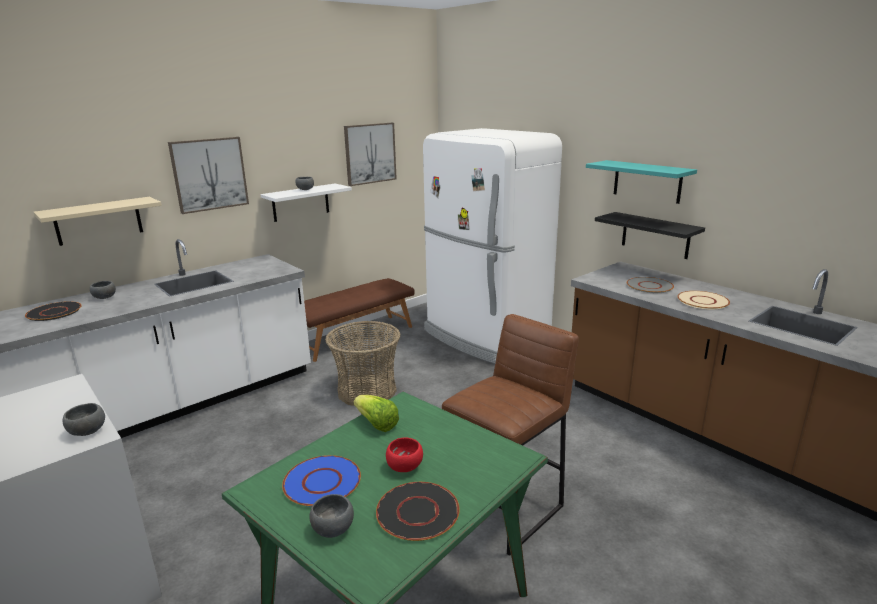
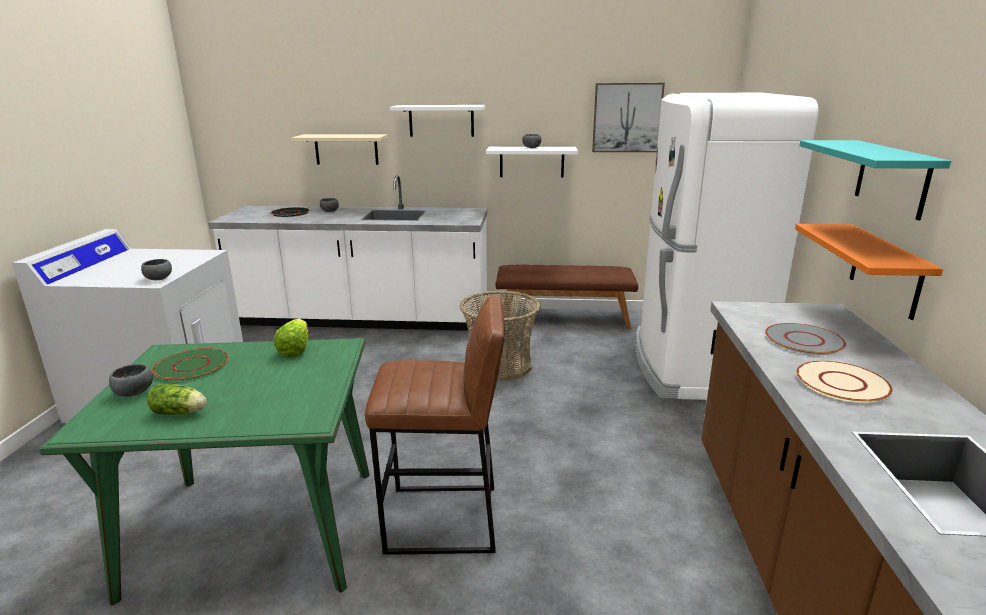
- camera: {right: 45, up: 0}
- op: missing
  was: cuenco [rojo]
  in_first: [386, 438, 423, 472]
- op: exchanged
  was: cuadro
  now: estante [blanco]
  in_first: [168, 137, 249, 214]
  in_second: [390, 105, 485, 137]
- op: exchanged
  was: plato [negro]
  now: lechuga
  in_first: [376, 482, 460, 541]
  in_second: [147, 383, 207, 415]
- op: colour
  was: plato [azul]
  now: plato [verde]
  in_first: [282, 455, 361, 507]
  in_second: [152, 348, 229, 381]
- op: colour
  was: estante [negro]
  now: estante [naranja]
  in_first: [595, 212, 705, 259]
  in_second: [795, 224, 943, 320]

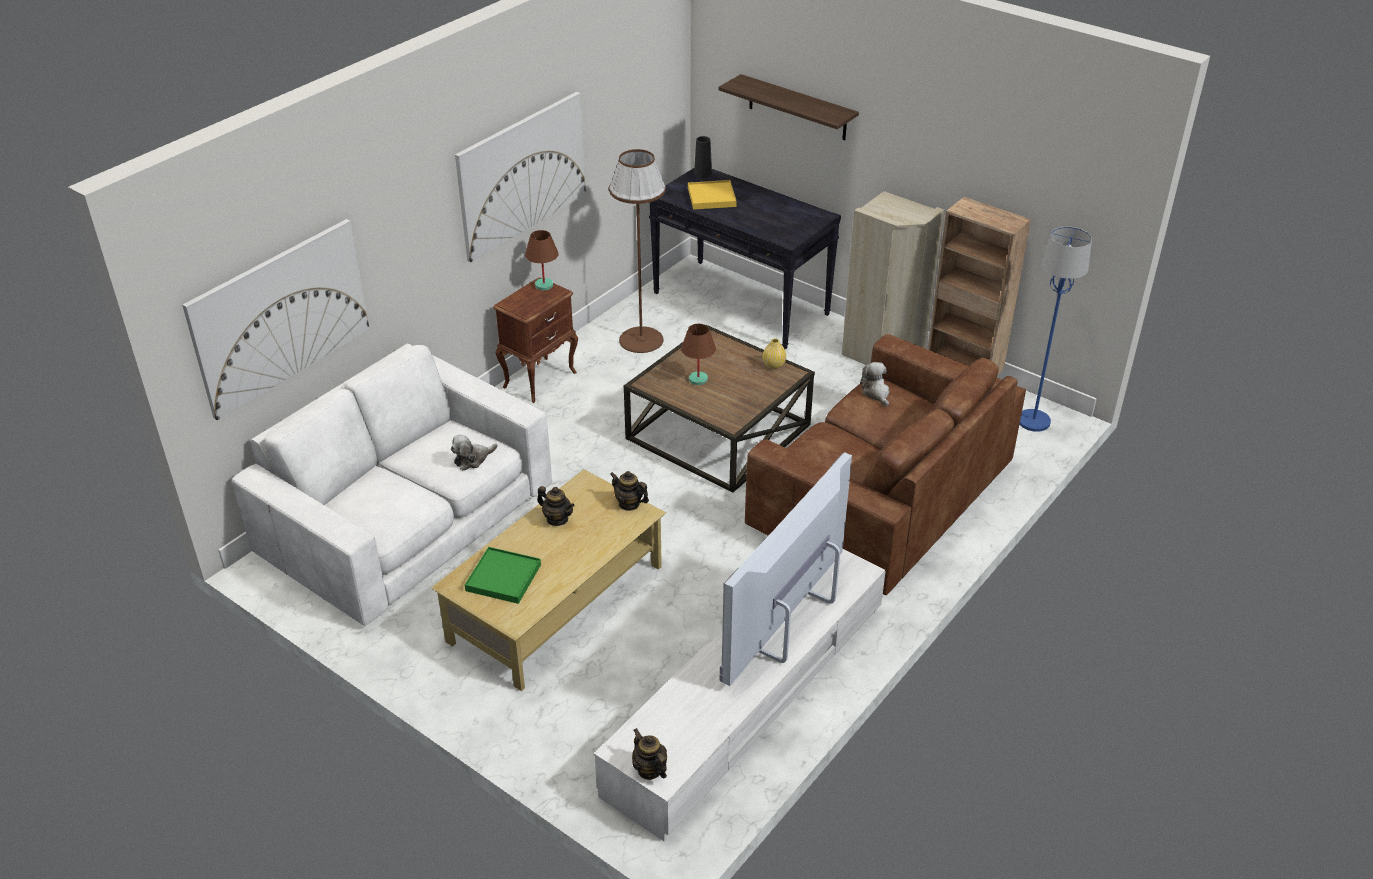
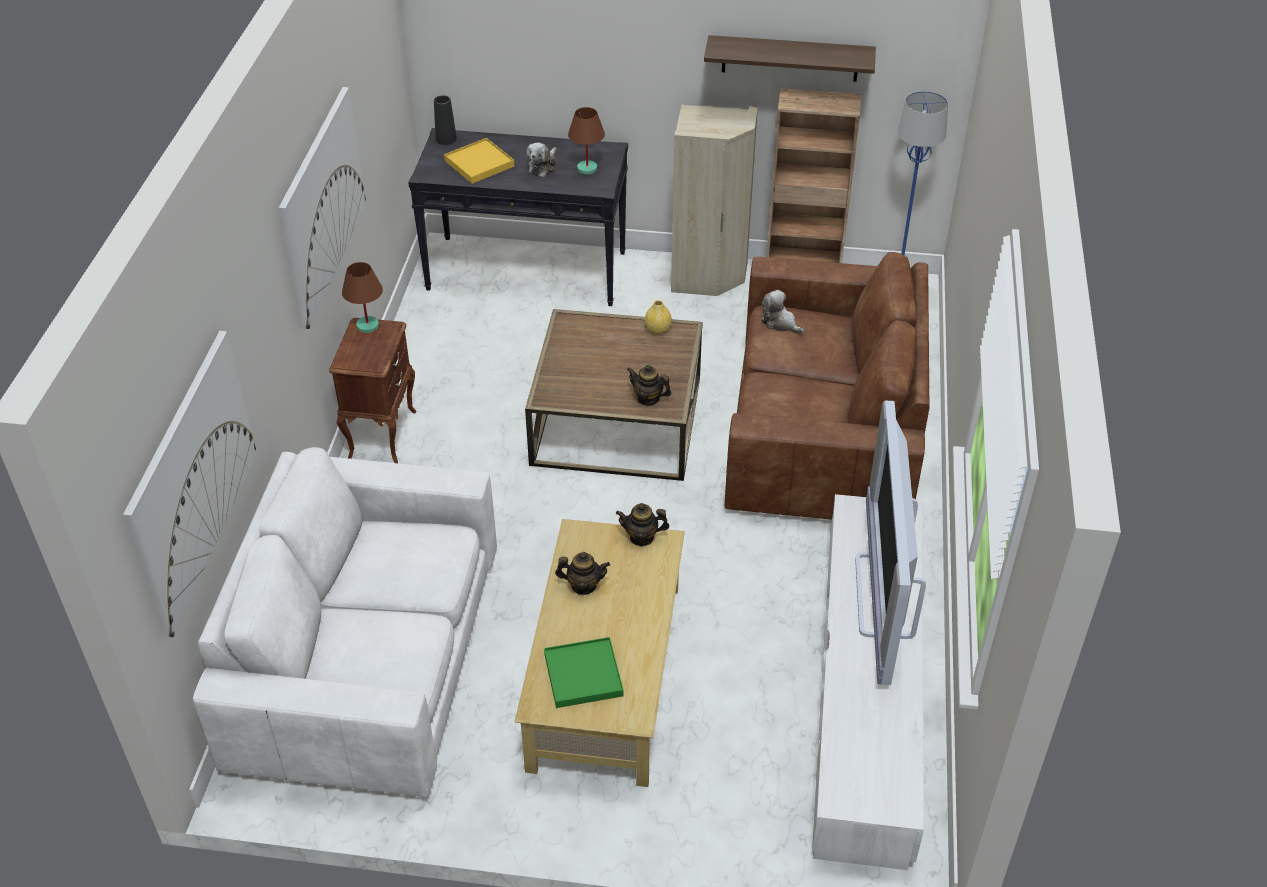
- camera: {right: -30, up: 5}
- op: missing
  was: lámpara de pie [marrón]
  in_first: [609, 149, 666, 353]
- op: relocated
  was: peluche
  in_first: [451, 435, 498, 471]
  in_second: [527, 143, 557, 177]
- op: relocated
  was: tetera
  in_first: [632, 728, 667, 780]
  in_second: [627, 365, 672, 406]
- op: relocated
  was: lámpara de mesa [marrón]
  in_first: [681, 324, 716, 385]
  in_second: [568, 107, 605, 174]
- op: relocated
  was: estante
  in_first: [718, 74, 859, 140]
  in_second: [704, 35, 876, 82]

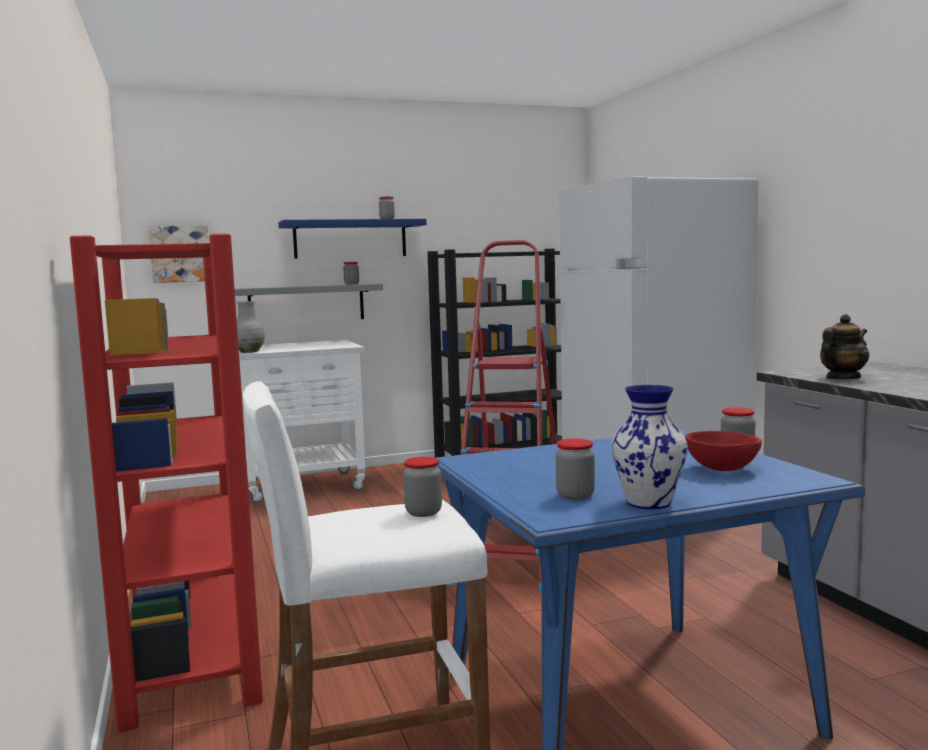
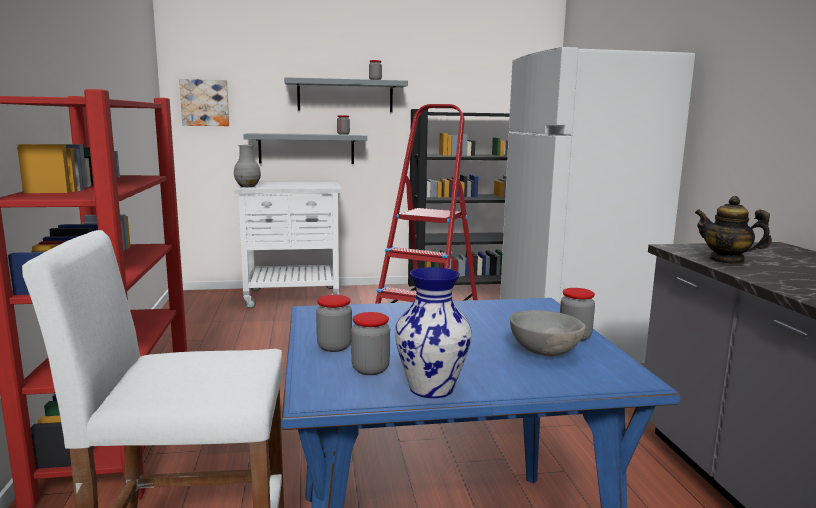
- camera: {right: 10, up: 5}
- op: relocated
  was: tarro
  in_first: [403, 457, 442, 517]
  in_second: [316, 295, 352, 352]
- op: colour
  was: estante [azul]
  now: estante [gris]
  in_first: [279, 219, 427, 259]
  in_second: [284, 77, 408, 112]
- op: colour
  was: cuenco [rojo]
  now: cuenco [gris]
  in_first: [685, 431, 762, 471]
  in_second: [510, 310, 586, 356]
- op: spun
  was: tetera
  in_first: [820, 314, 869, 379]
  in_second: [695, 196, 772, 264]
  clockwise: -120

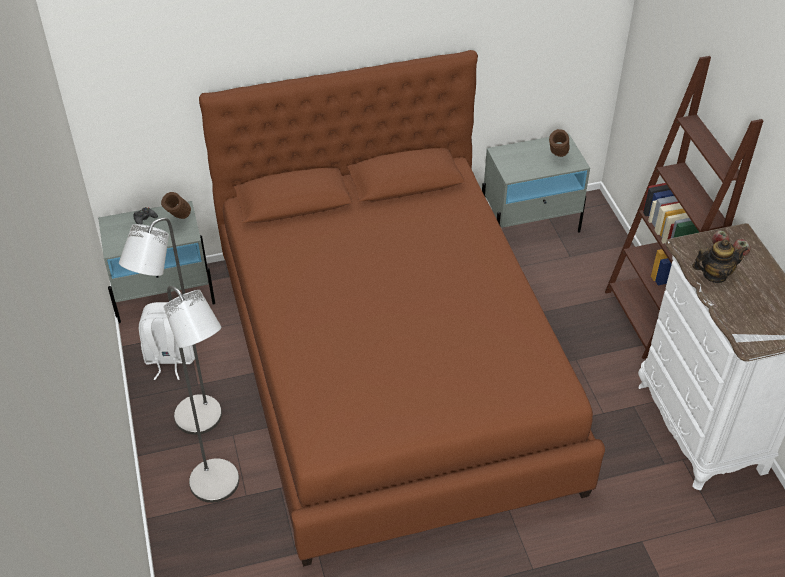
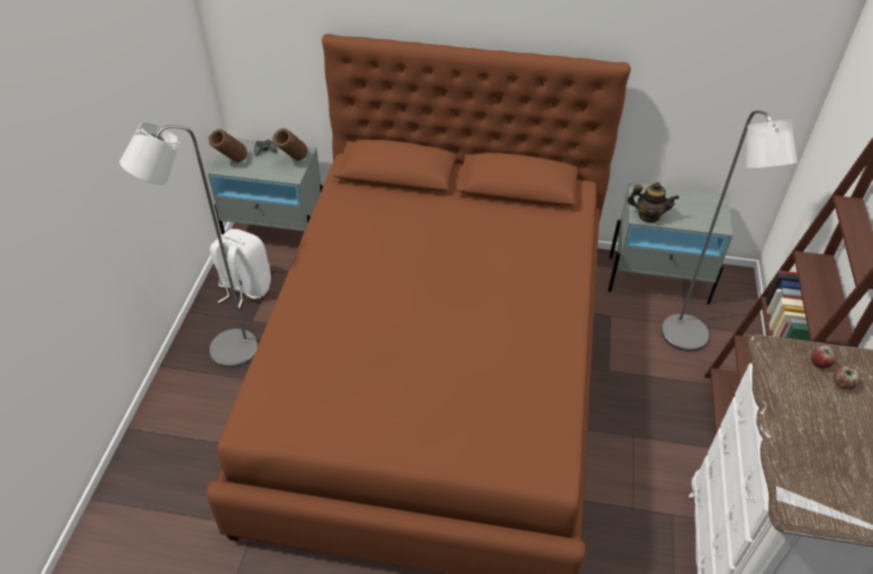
- camera: {right: 25, up: 0}
- op: relocated
  was: lámpara de pie [gris]
  in_first: [164, 286, 239, 503]
  in_second: [661, 111, 797, 352]
- op: relocated
  was: florero [marrón]
  in_first: [549, 129, 570, 157]
  in_second: [209, 129, 247, 162]
- op: relocated
  was: tetera
  in_first: [692, 239, 748, 283]
  in_second: [627, 182, 679, 223]

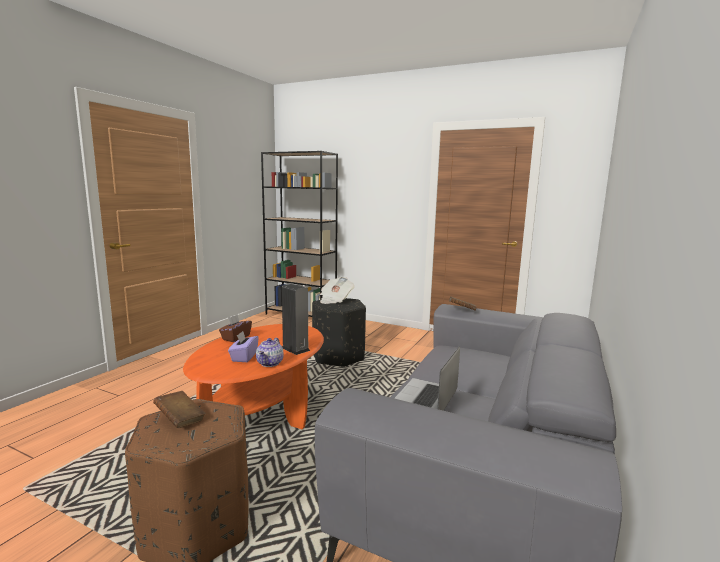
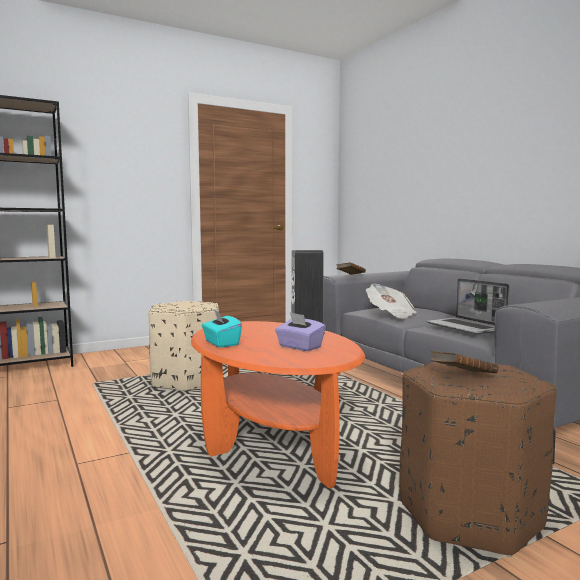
- camera: {right: -55, up: -5}
- op: missing
  was: tetera
  in_first: [256, 338, 284, 367]
- op: relocated
  was: periódico
  in_first: [320, 277, 354, 304]
  in_second: [366, 284, 416, 319]
- op: colour
  was: caja de pañuelos [marrón]
  now: caja de pañuelos [turquesa]
  in_first: [219, 314, 252, 342]
  in_second: [202, 310, 242, 348]
- op: colour
  was: puf [negro]
  now: puf [beis]
  in_first: [312, 298, 366, 367]
  in_second: [148, 301, 219, 391]

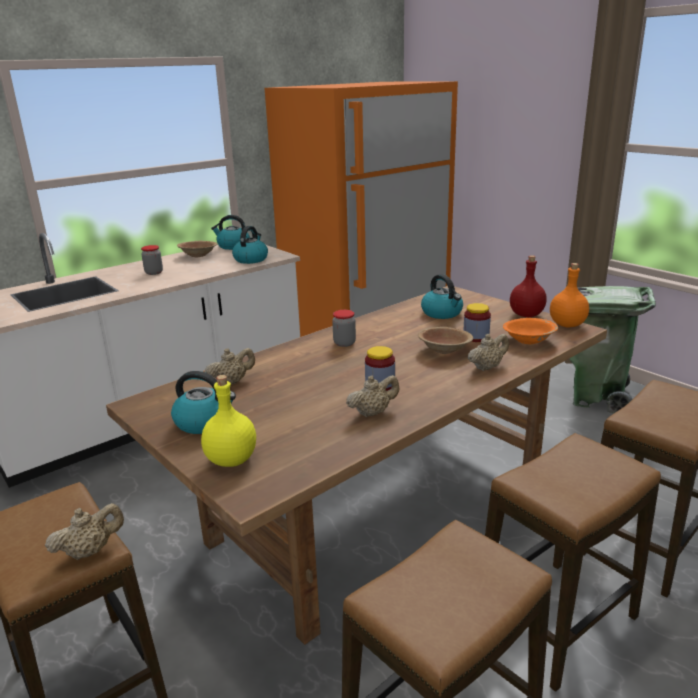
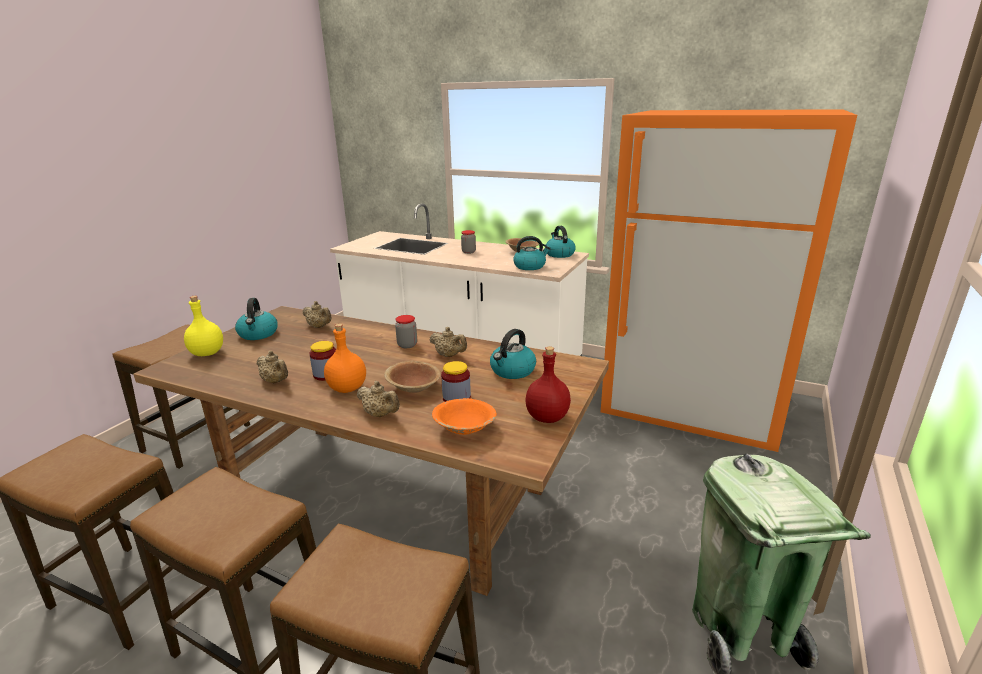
- camera: {right: 65, up: 0}
- op: relocated
  was: tetera [beis]
  in_first: [45, 503, 124, 560]
  in_second: [430, 327, 467, 357]
- op: relocated
  was: botella [naranja]
  in_first: [550, 263, 589, 327]
  in_second: [324, 324, 366, 393]

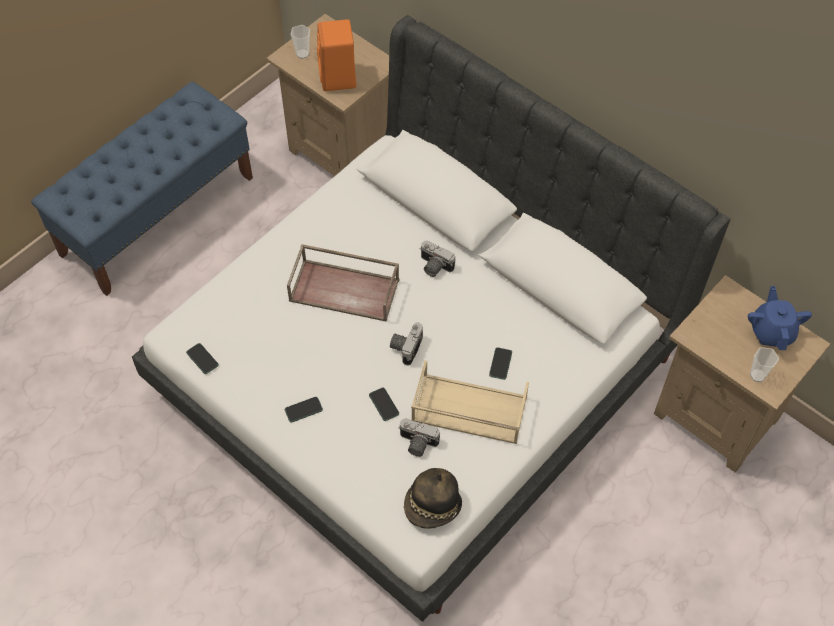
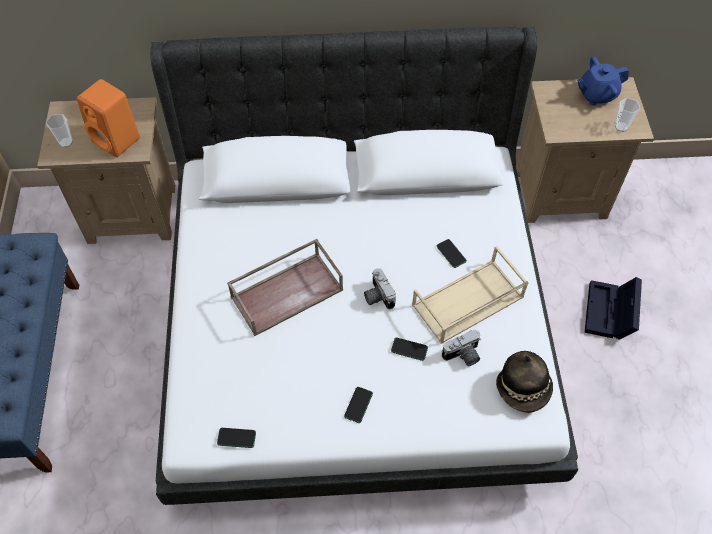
- camera: {right: -45, up: 0}
- op: missing
  was: cámara
  in_first: [419, 241, 456, 277]
- op: appeared
  now: caja de almacenaje [negro]
  in_second: [585, 277, 642, 340]
- op: spun
  was: tetera [azul]
  in_first: [748, 286, 812, 350]
  in_second: [577, 56, 629, 105]
  clockwise: -60

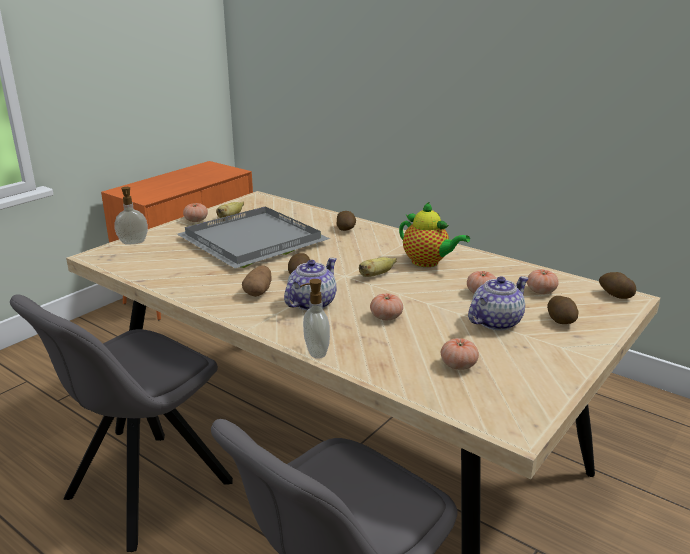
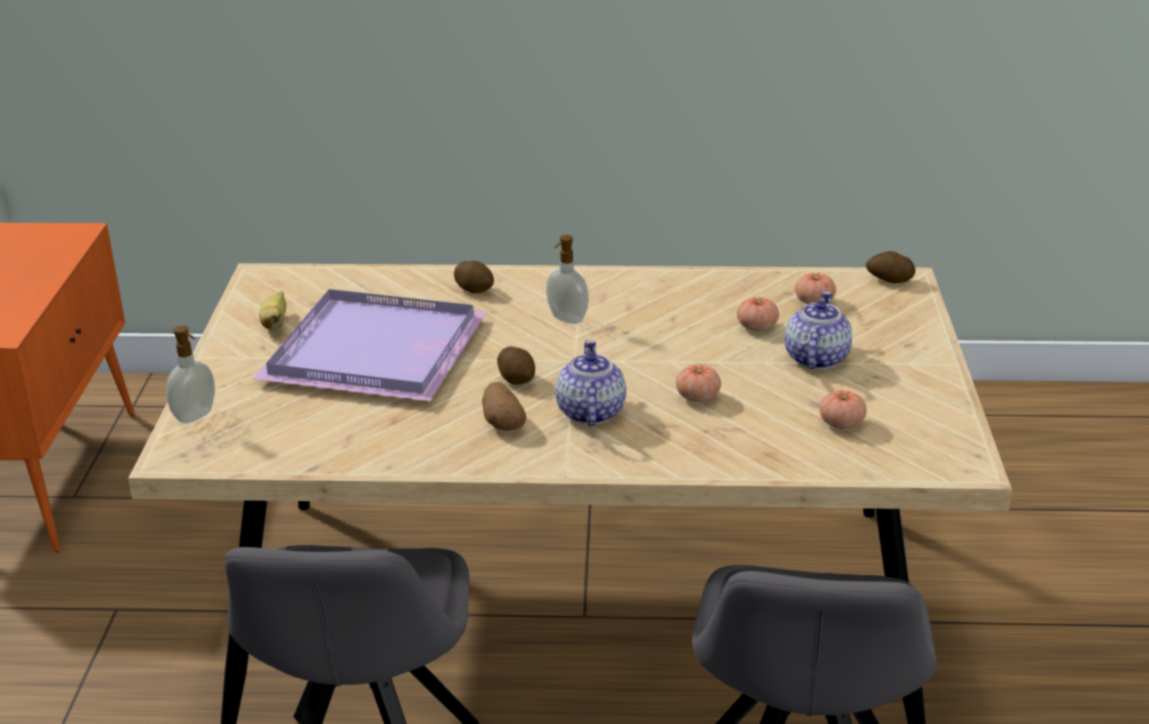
- camera: {right: -35, up: 5}
- op: missing
  was: tomate
  in_first: [183, 203, 208, 222]
- op: missing
  was: plátano
  in_first: [359, 257, 397, 277]
- op: missing
  was: tetera
  in_first: [399, 202, 470, 267]
- op: missing
  was: patata
  in_first: [547, 296, 579, 324]
- op: relocated
  was: dispensador de jabón
  in_first: [300, 279, 330, 359]
  in_second: [546, 235, 589, 324]
- op: colour
  was: bandeja [gris]
  now: bandeja [morado]
  in_first: [177, 206, 330, 268]
  in_second: [253, 289, 487, 401]

